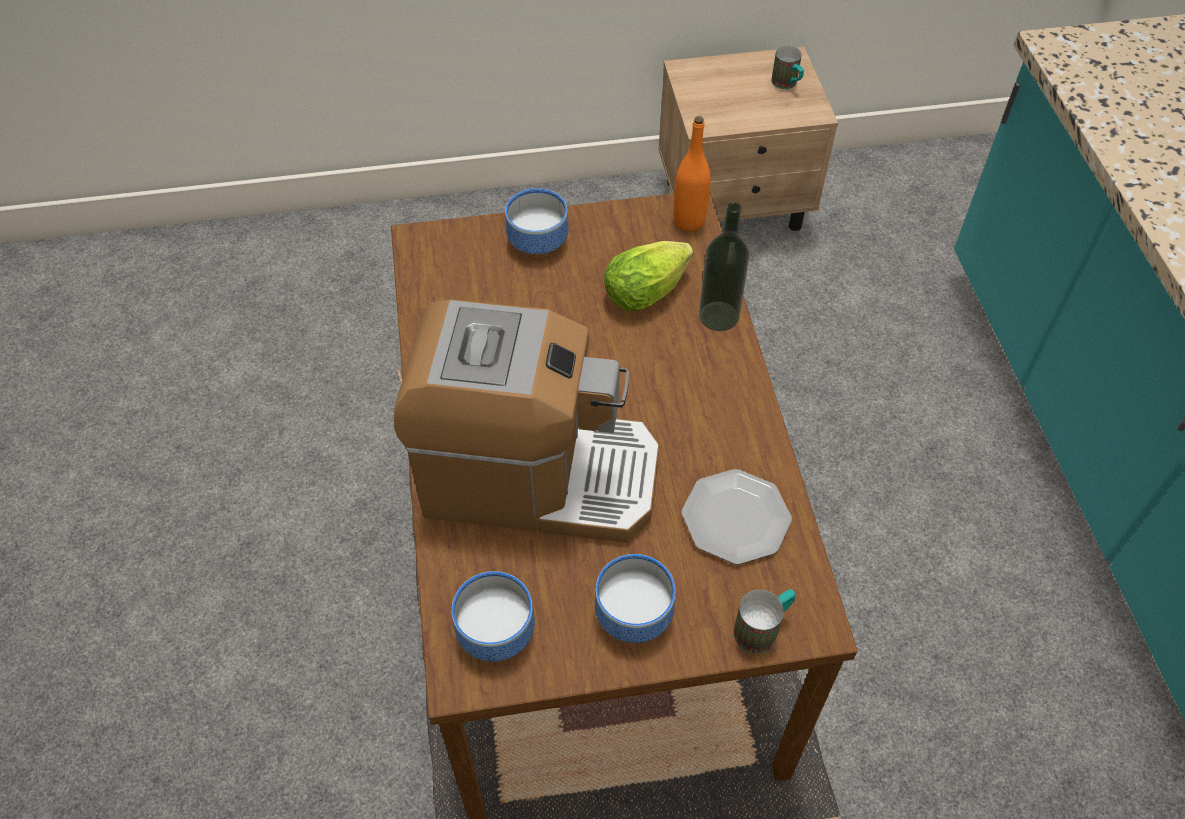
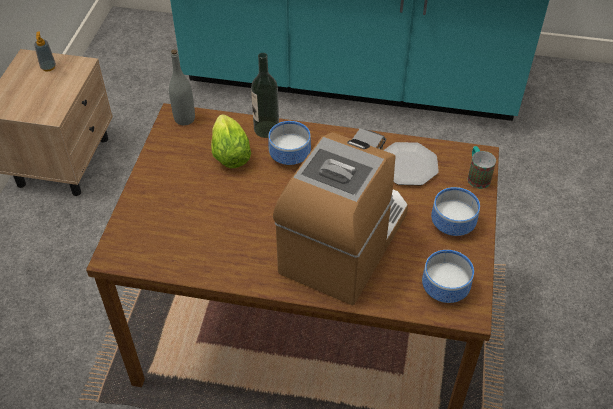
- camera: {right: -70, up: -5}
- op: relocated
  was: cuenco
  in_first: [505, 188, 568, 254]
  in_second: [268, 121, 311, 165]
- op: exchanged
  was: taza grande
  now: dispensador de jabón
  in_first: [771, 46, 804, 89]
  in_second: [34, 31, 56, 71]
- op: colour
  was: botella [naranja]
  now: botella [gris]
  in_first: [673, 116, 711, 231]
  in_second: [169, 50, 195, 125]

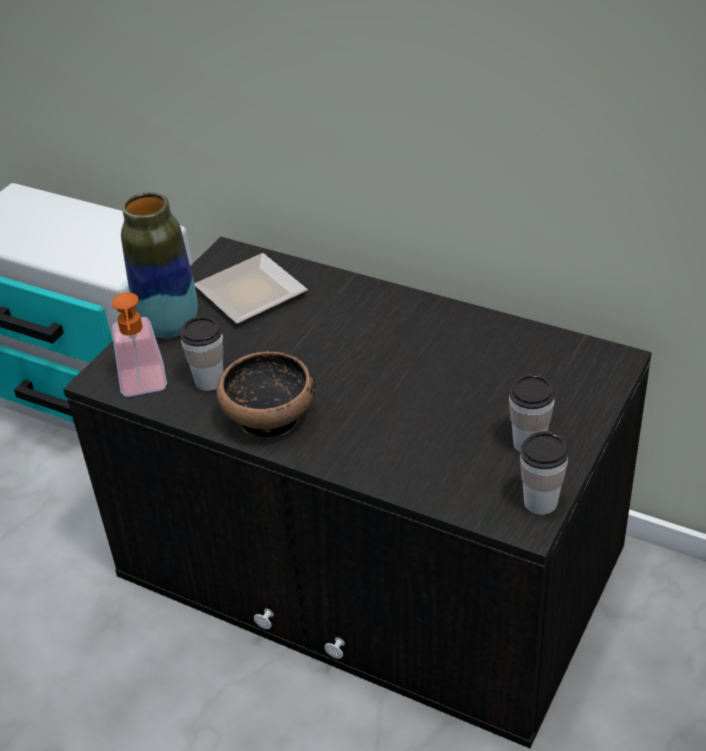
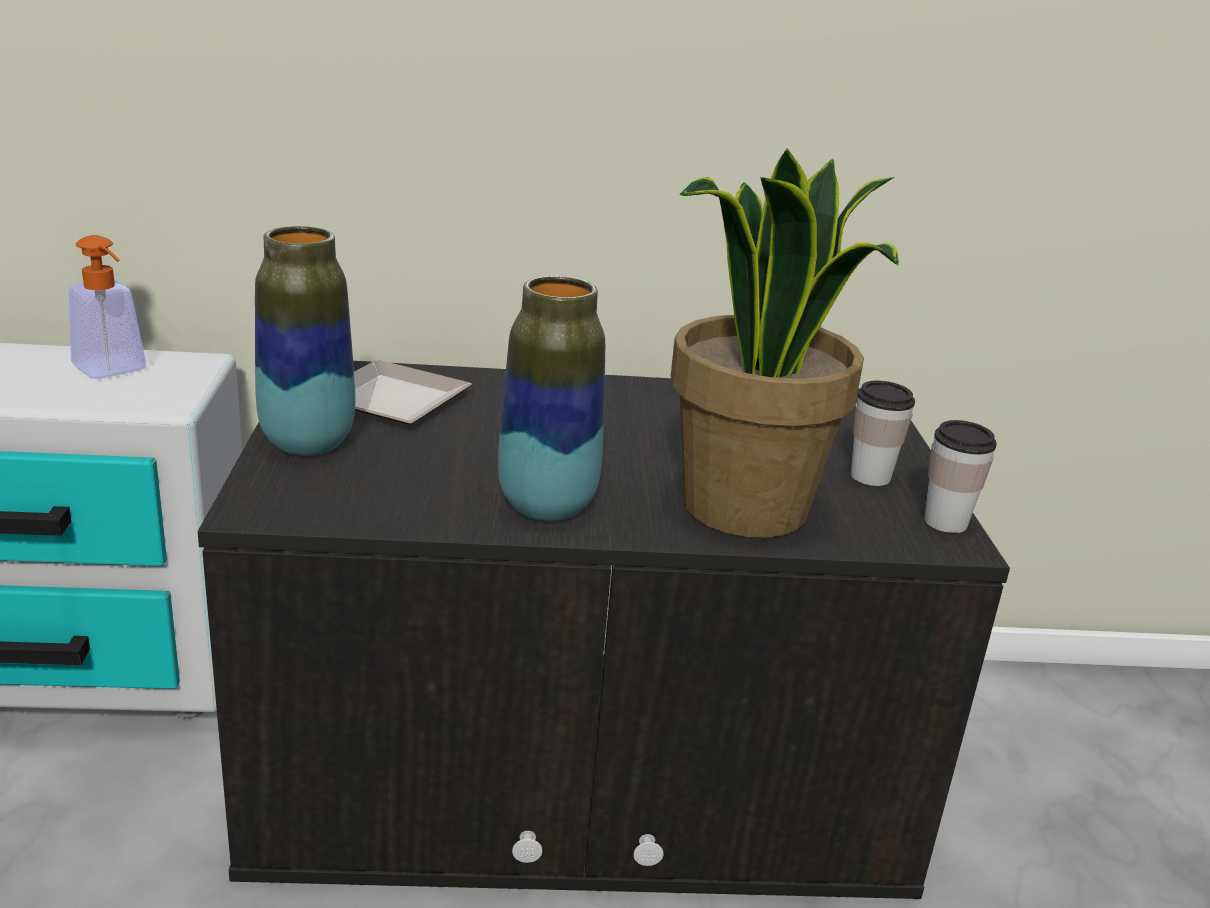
- camera: {right: -35, up: -15}
- op: missing
  was: taza
  in_first: [180, 316, 224, 391]
- op: appeared
  now: planta en maceta
  in_second: [671, 148, 899, 538]
- op: relocated
  was: dispensador de jabón
  in_first: [111, 292, 167, 397]
  in_second: [69, 235, 146, 379]
- op: exchanged
  was: cuenco
  now: florero
  in_first: [217, 351, 315, 438]
  in_second: [498, 276, 605, 521]

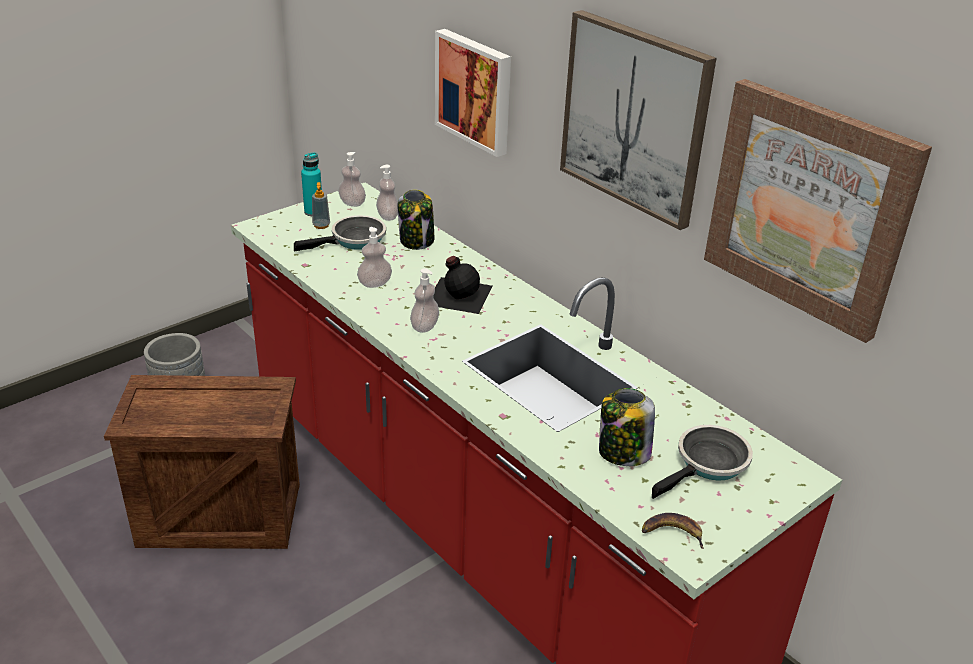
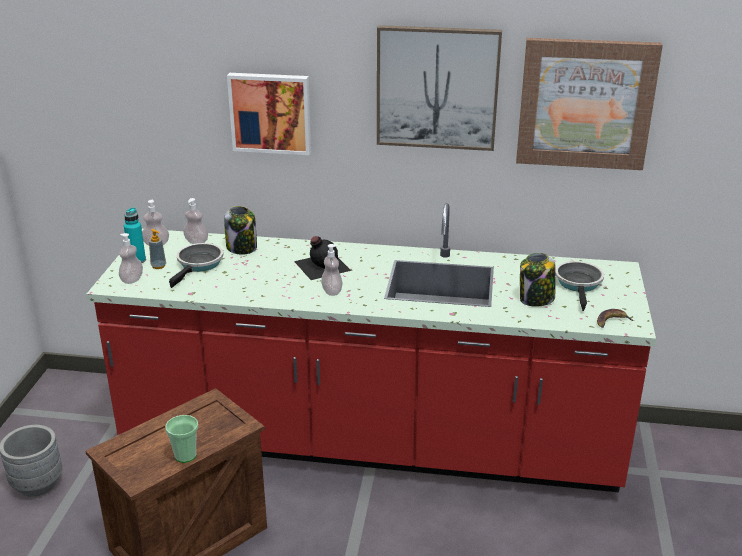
- camera: {right: -40, up: -5}
- op: appeared
  now: taza
  in_second: [165, 415, 198, 463]
- op: relocated
  was: dispensador de jabón
  in_first: [357, 227, 392, 288]
  in_second: [119, 233, 143, 284]

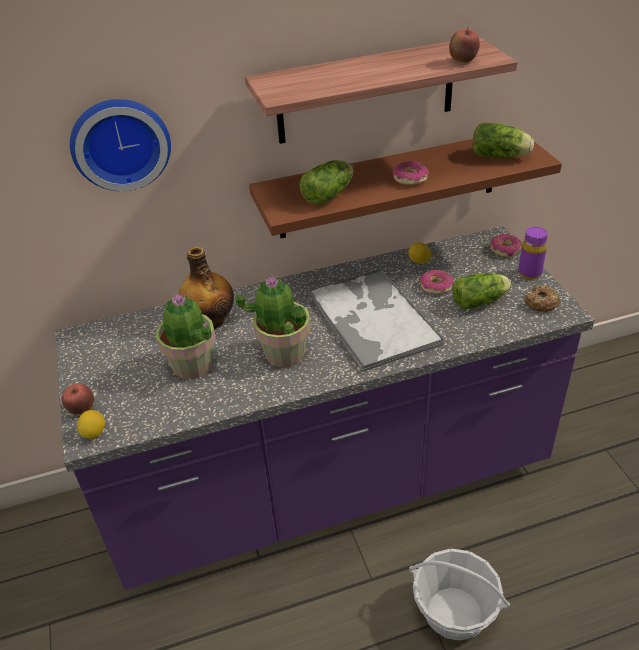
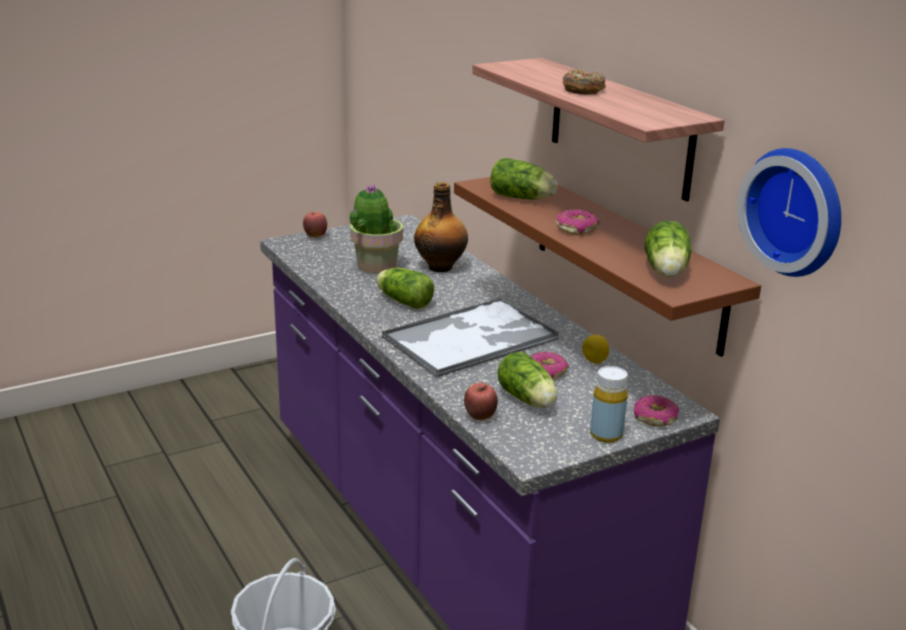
- camera: {right: 75, up: -15}
- op: missing
  was: limón
  in_first: [77, 410, 105, 439]
- op: relocated
  was: reloj de pared
  in_first: [70, 99, 171, 191]
  in_second: [738, 148, 841, 277]
- op: relocated
  was: manzana
  in_first: [449, 28, 480, 63]
  in_second: [464, 383, 498, 420]
- op: relocated
  was: rosquilla
  in_first: [525, 285, 560, 312]
  in_second: [563, 69, 606, 95]
- op: exchanged
  was: planta en maceta
  now: lechuga
  in_first: [235, 275, 311, 367]
  in_second: [376, 268, 434, 309]
- op: colour
  was: botella [morado]
  now: botella [amarillo]
  in_first: [518, 227, 548, 280]
  in_second: [590, 366, 628, 443]

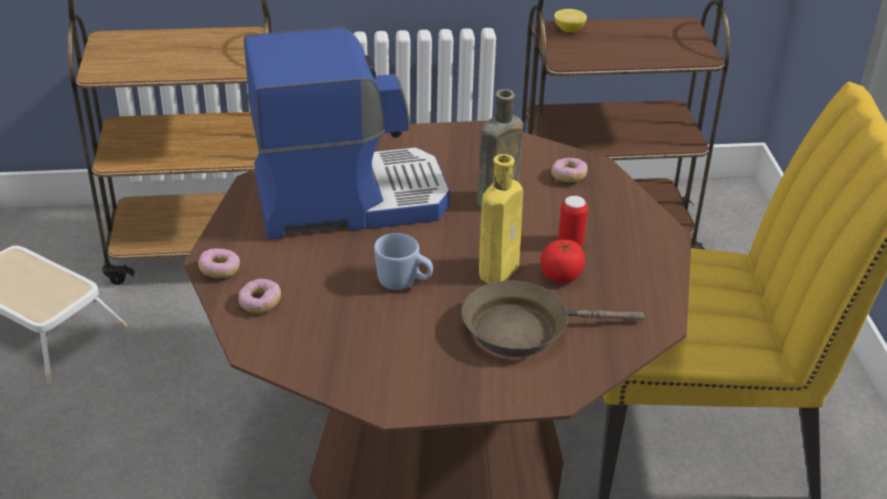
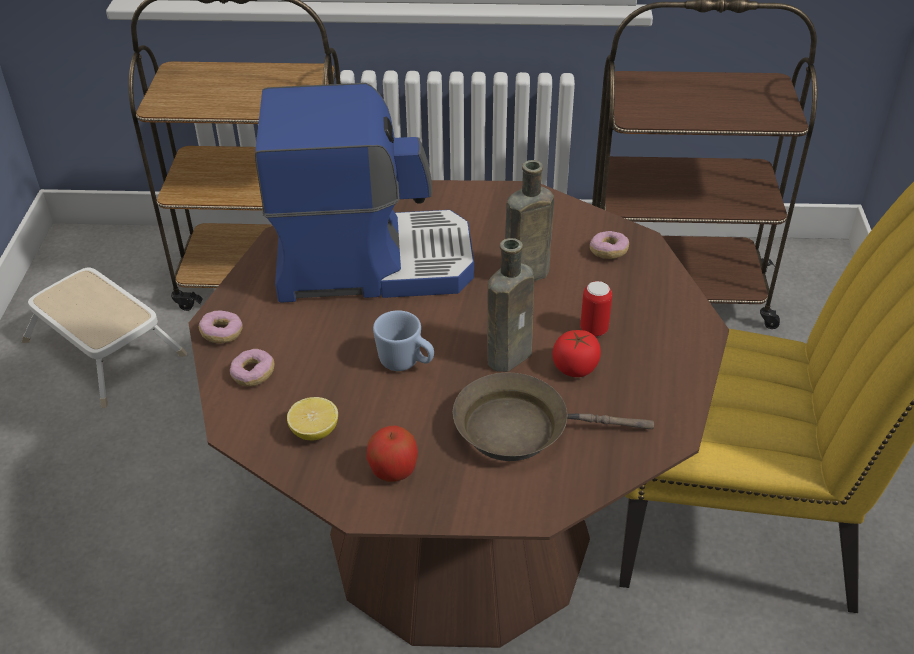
- camera: {right: 10, up: 5}
- op: appeared
  now: manzana
  in_second: [367, 425, 418, 482]
- op: relocated
  was: limón
  in_first: [554, 9, 587, 32]
  in_second: [287, 397, 338, 440]
- op: colour
  was: botella [amarillo]
  now: botella [marrón]
  in_first: [479, 154, 523, 284]
  in_second: [487, 238, 534, 372]

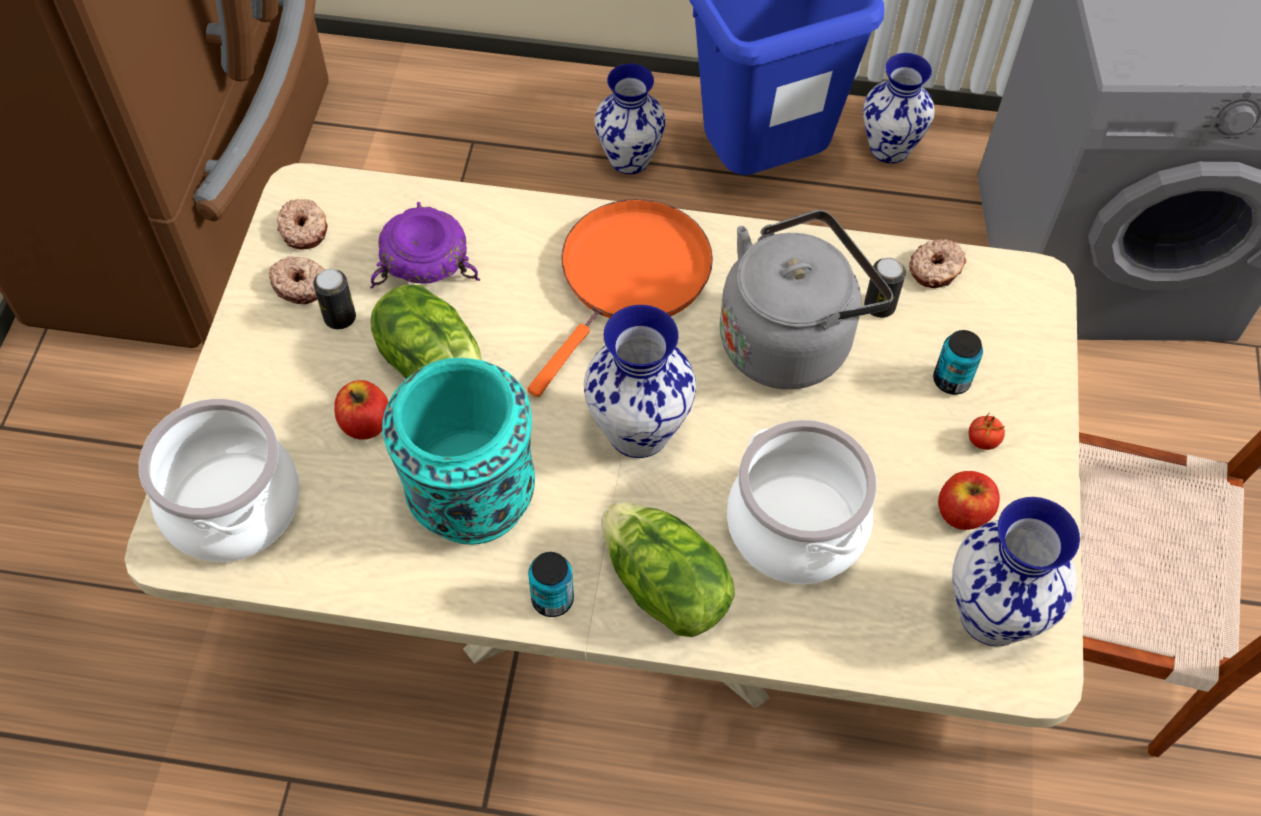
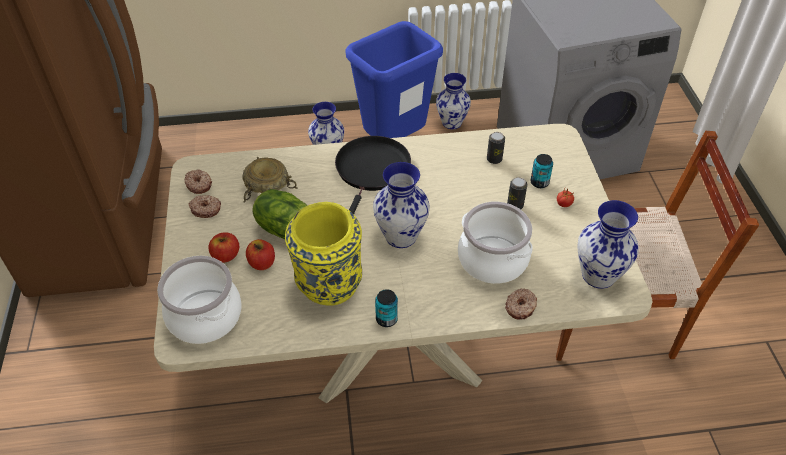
- camera: {right: -15, up: -10}
- op: missing
  was: lechuga
  in_first: [601, 502, 735, 637]
- op: missing
  was: hervidor [gris]
  in_first: [720, 210, 893, 389]
- op: relocated
  was: lata
  in_first: [313, 269, 356, 329]
  in_second: [507, 177, 527, 209]
- op: relocated
  was: rosquilla
  in_first: [909, 239, 966, 288]
  in_second: [505, 288, 537, 320]
- op: relocated
  was: manzana
  in_first: [938, 471, 1000, 530]
  in_second: [209, 232, 239, 263]
- op: colour
  was: cuenco [morado]
  now: cuenco [beis]
  in_first: [370, 202, 480, 289]
  in_second: [242, 157, 298, 202]
- op: colour
  was: florero [turquesa]
  now: florero [amarillo]
  in_first: [382, 358, 535, 545]
  in_second: [285, 202, 362, 306]
- op: colour
  was: sartén [naranja]
  now: sartén [negro]
  in_first: [527, 199, 713, 397]
  in_second: [335, 136, 411, 214]

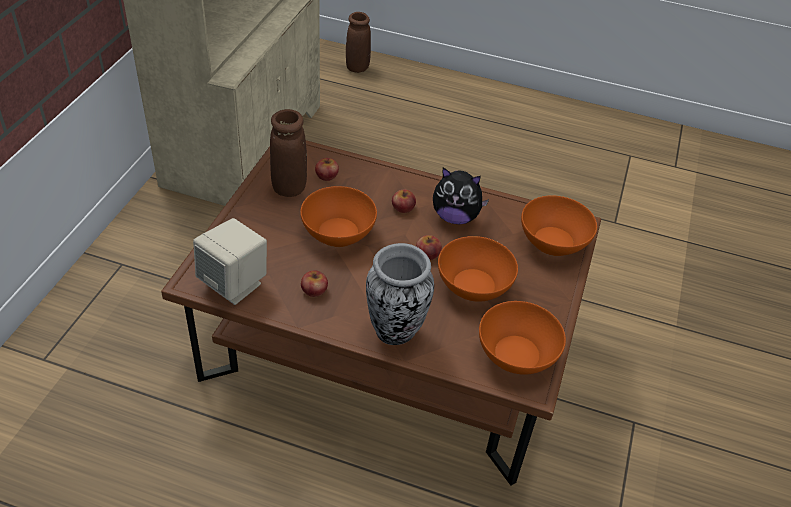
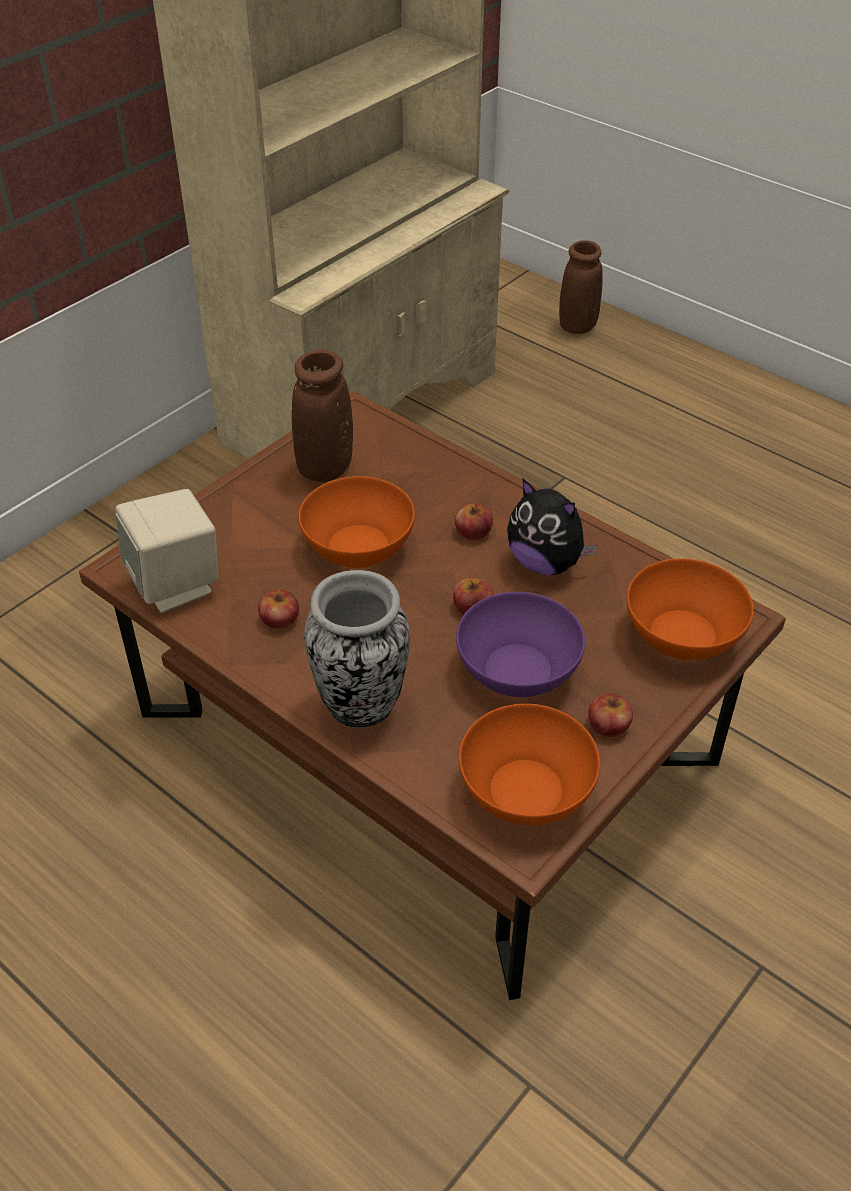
- camera: {right: 25, up: 0}
- op: relocated
  was: manzana
  in_first: [315, 158, 339, 181]
  in_second: [588, 694, 633, 737]
- op: colour
  was: cuenco [naranja]
  now: cuenco [morado]
  in_first: [438, 236, 518, 302]
  in_second: [456, 592, 585, 697]

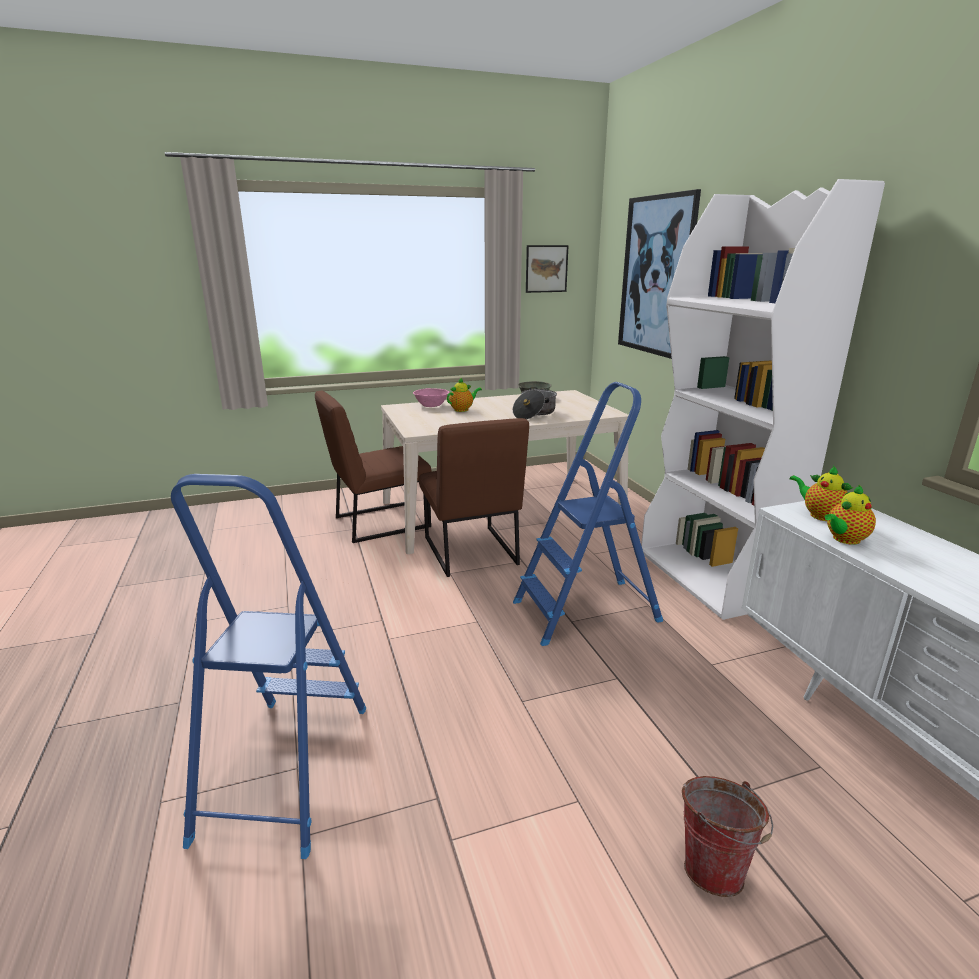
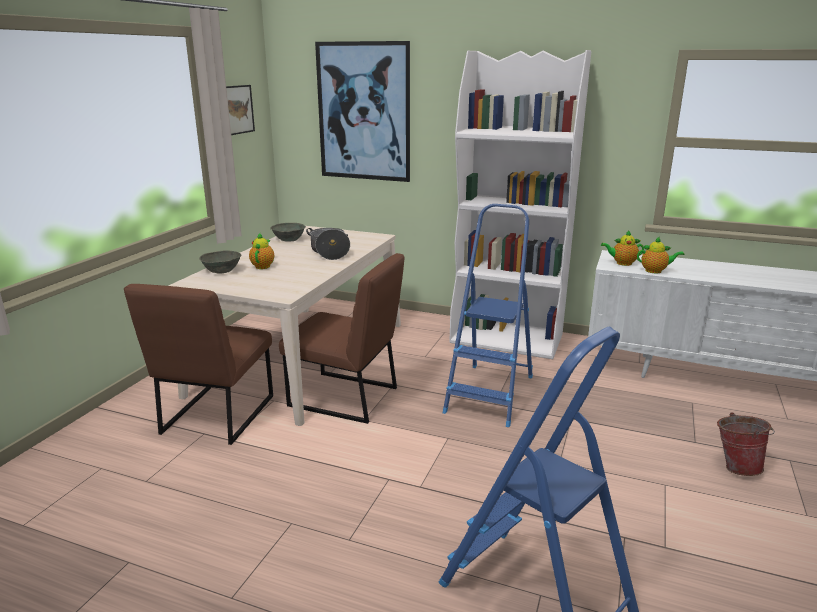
- camera: {right: -50, up: 0}
- op: colour
  was: cuenco [rosa]
  now: cuenco [gris]
  in_first: [413, 388, 449, 407]
  in_second: [199, 250, 241, 274]
- op: spun
  was: tetera
  in_first: [825, 485, 876, 545]
  in_second: [637, 237, 684, 273]
  clockwise: -90

